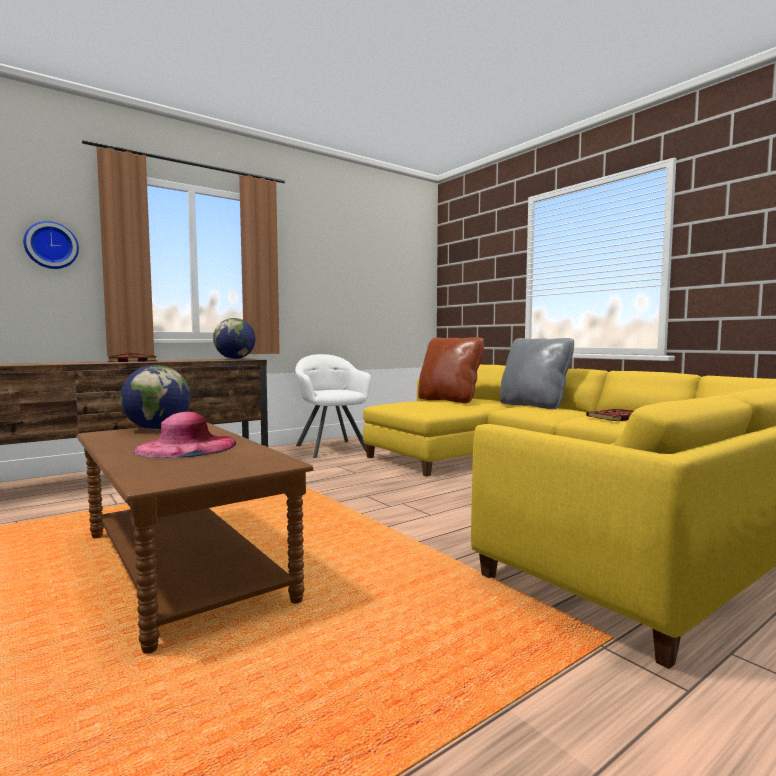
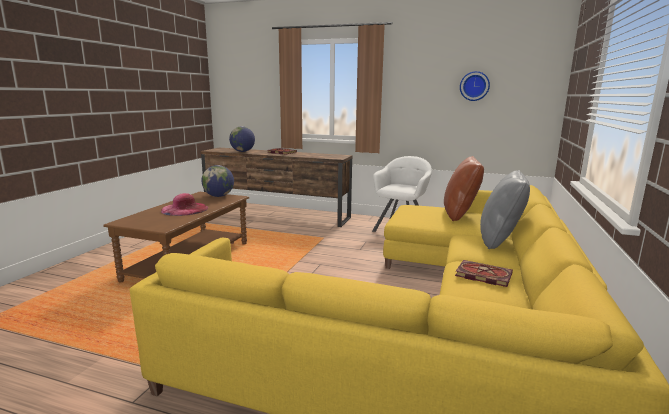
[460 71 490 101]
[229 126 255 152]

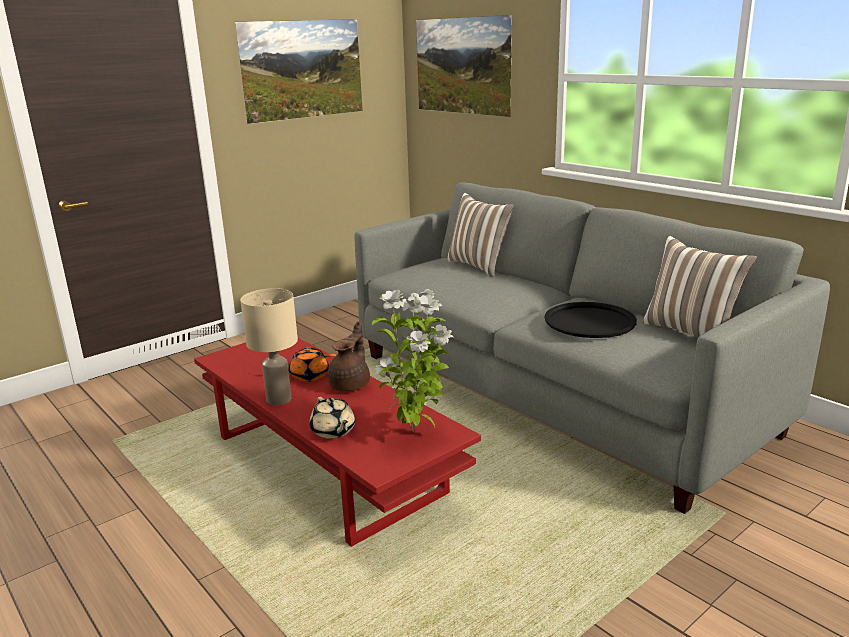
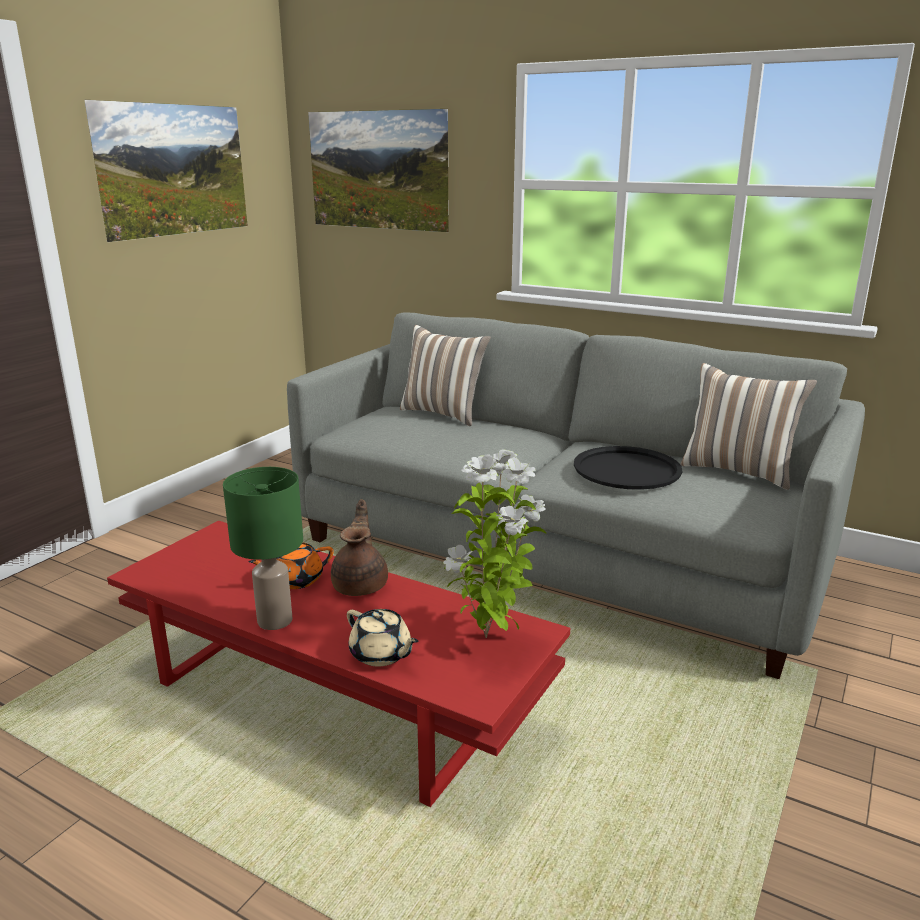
[223 467 303 630]

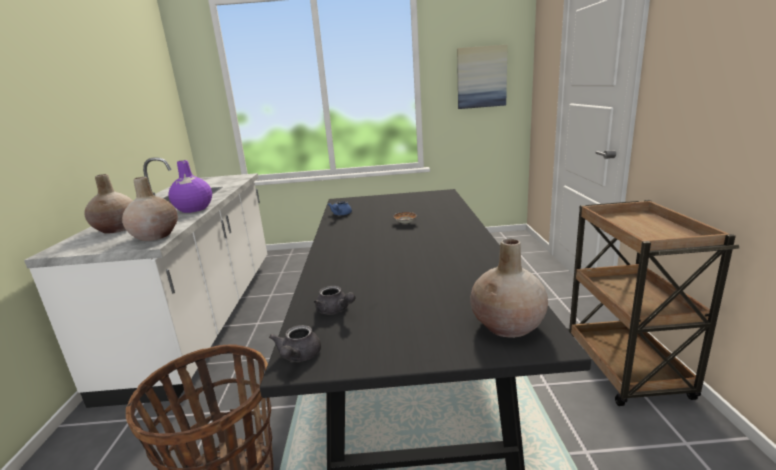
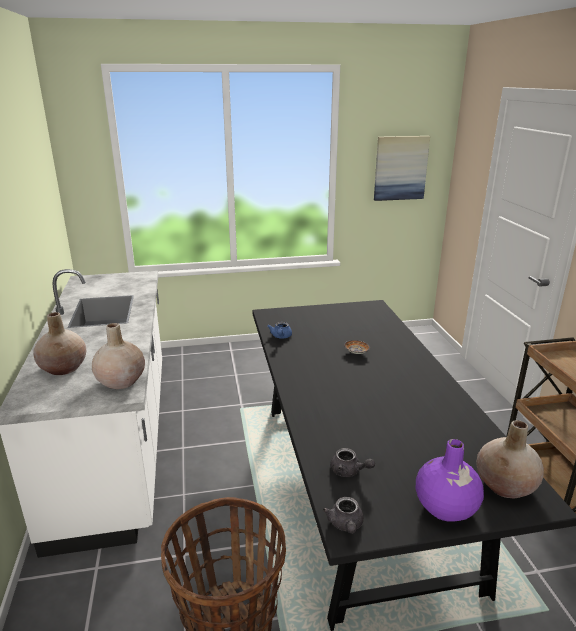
[415 439 484 522]

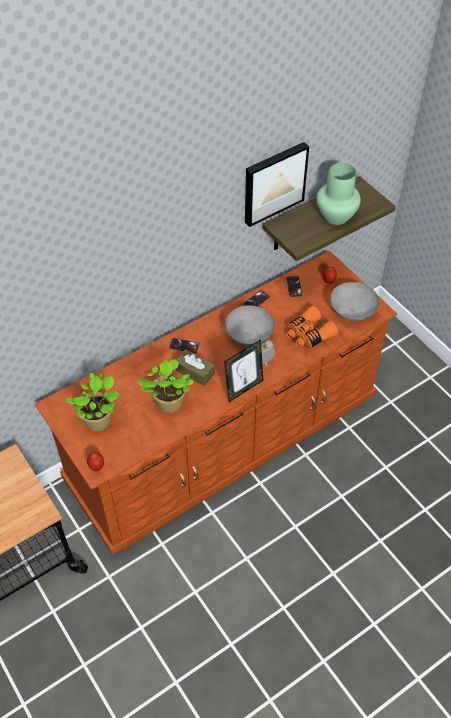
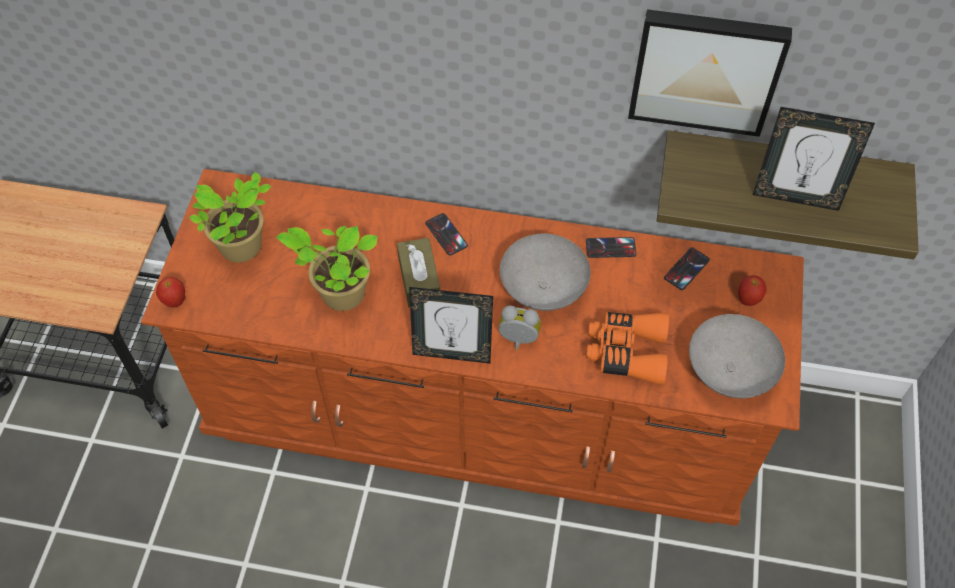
[753 107 875 211]

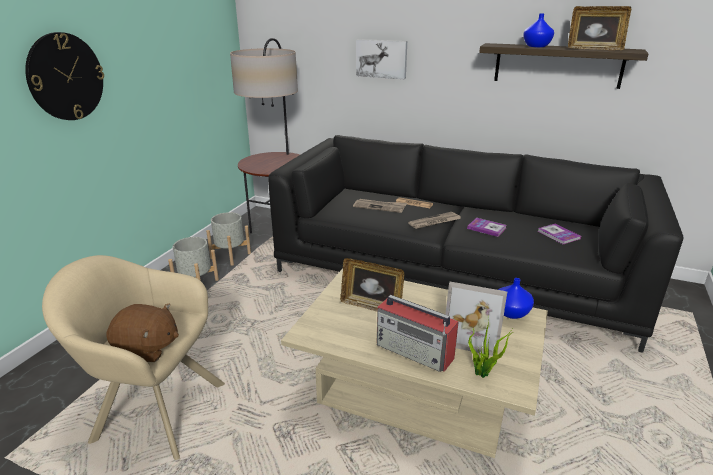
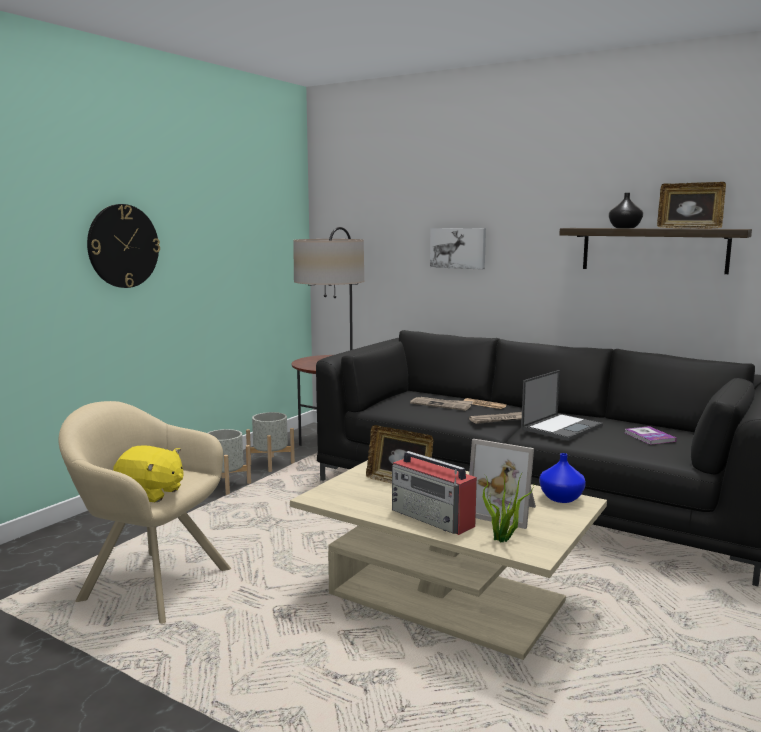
[609 193 643 228]
[521 370 603 441]
[113 445 184 502]

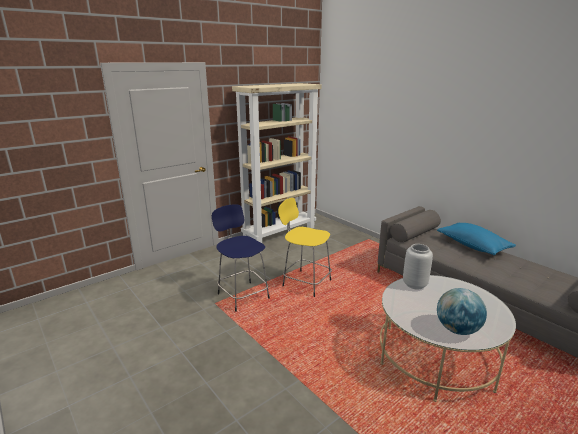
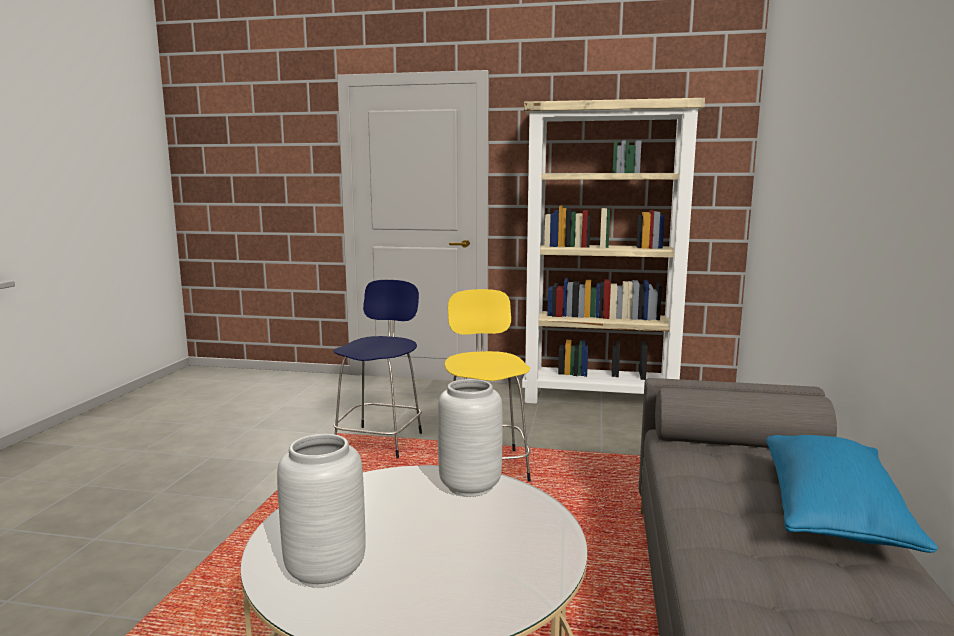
[277 434 366 587]

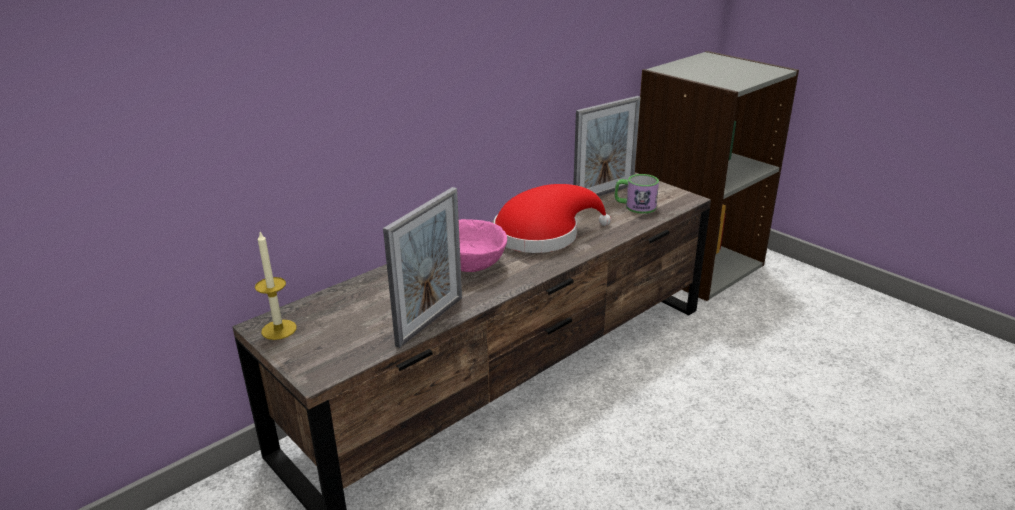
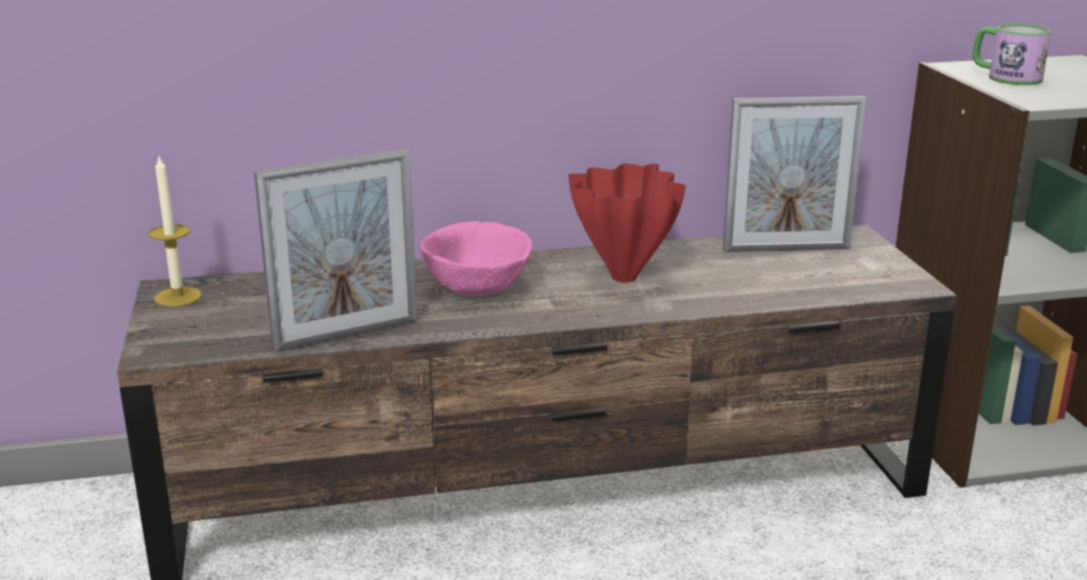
[972 24 1051 85]
[569 163 686 283]

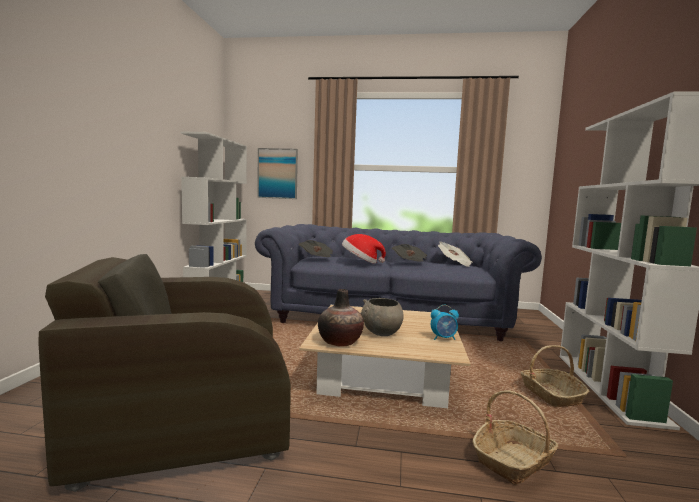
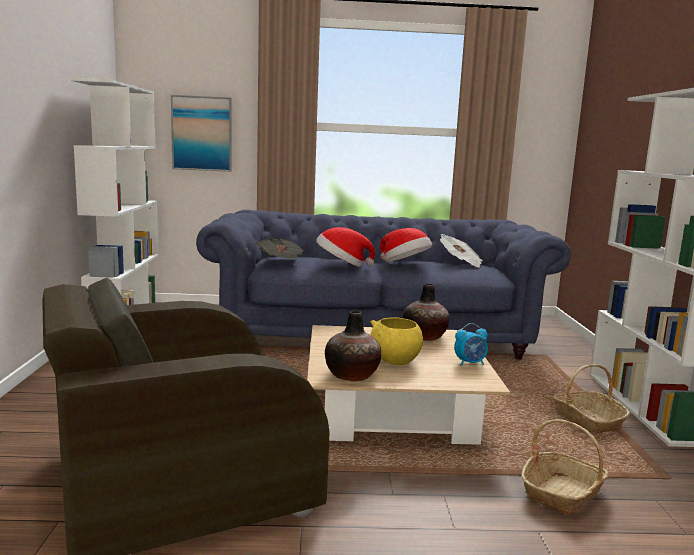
[380 228 432 262]
[371 317 423 365]
[402 284 449 341]

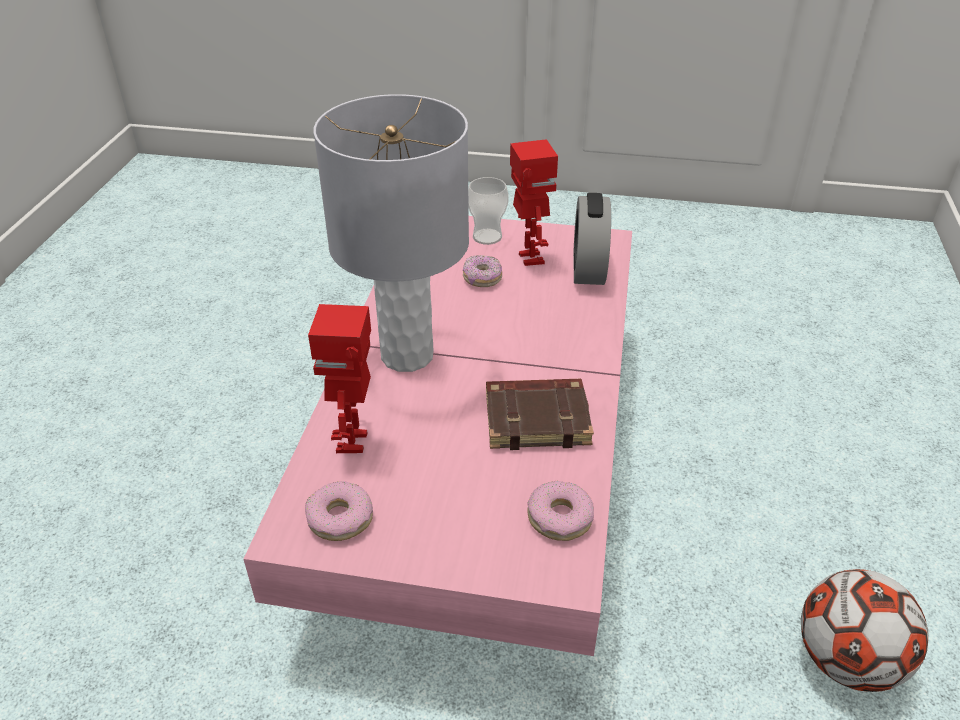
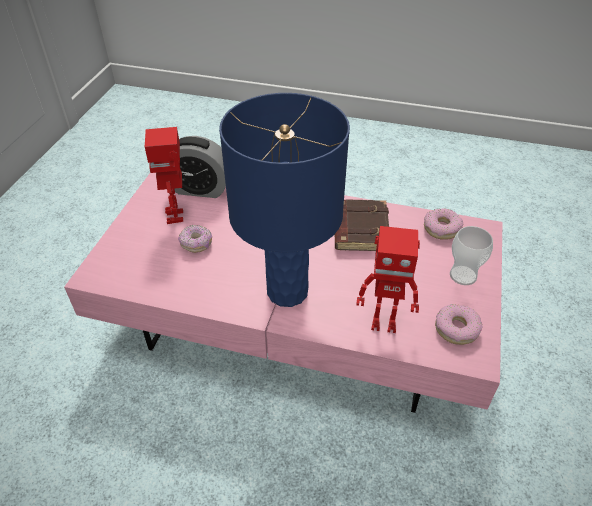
[219 93 350 307]
[145 127 183 224]
[450 226 493 285]
[801 569 929 692] (first image)

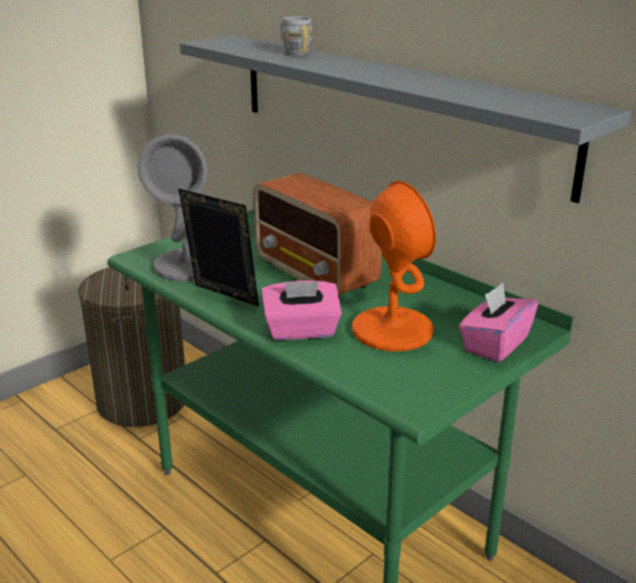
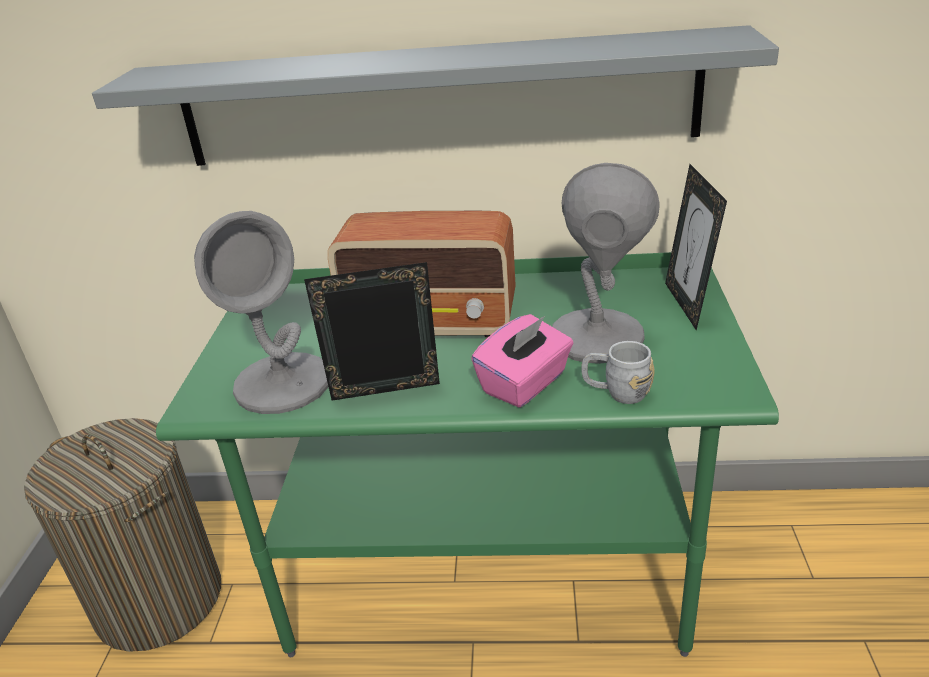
[581 341 655 404]
[552 163 659 364]
[665 164 727 330]

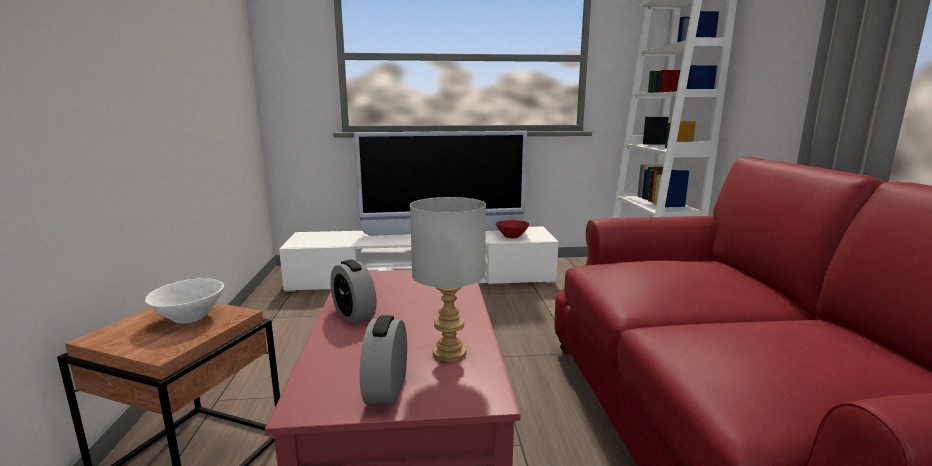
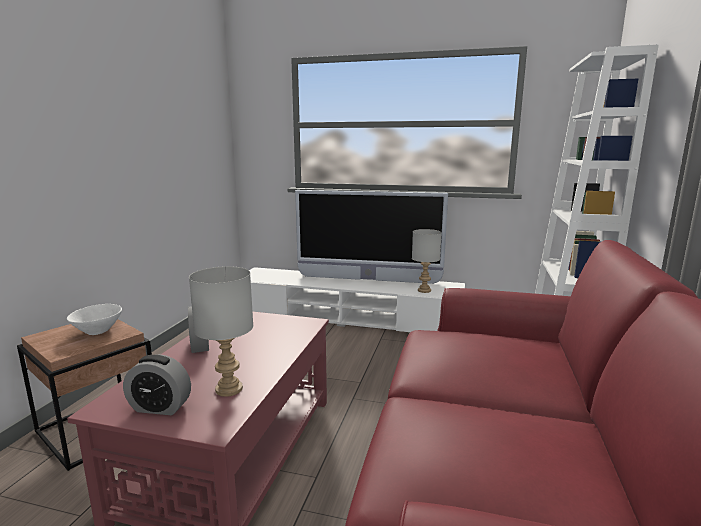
[412 229 442 293]
[123 354 191 415]

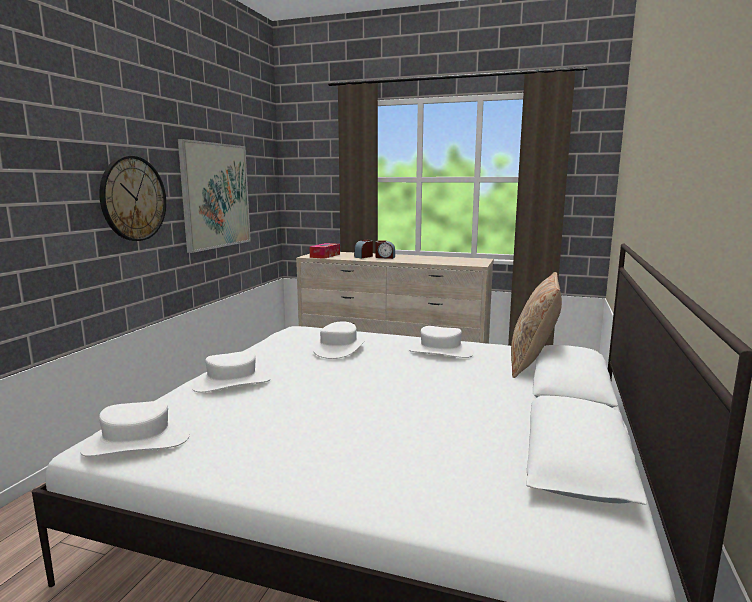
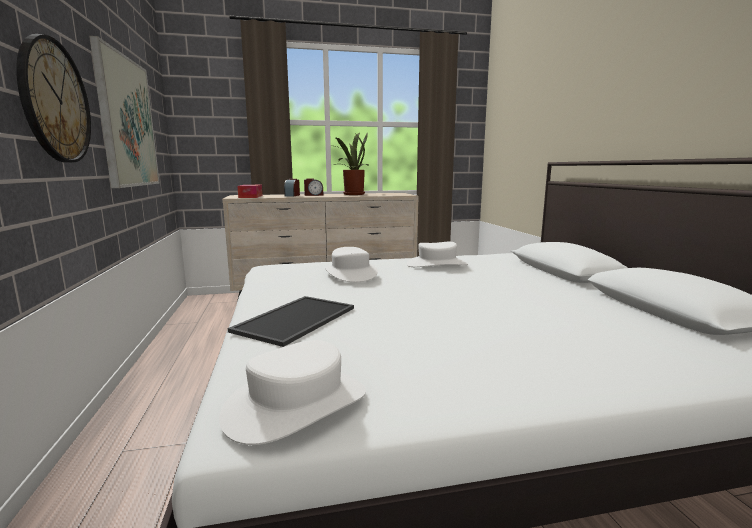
[511 272 562 378] (first image)
[228 296 354 347]
[334 132 369 195]

